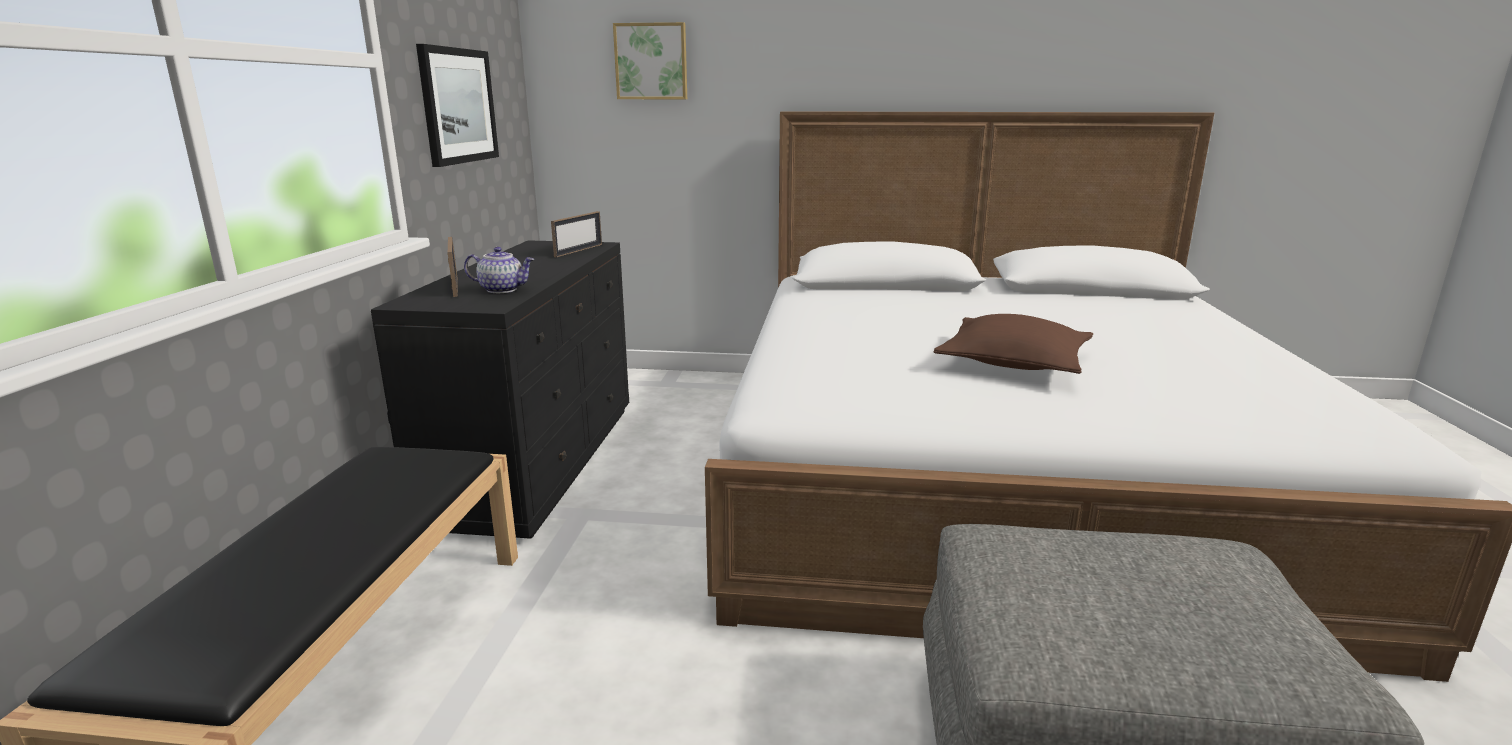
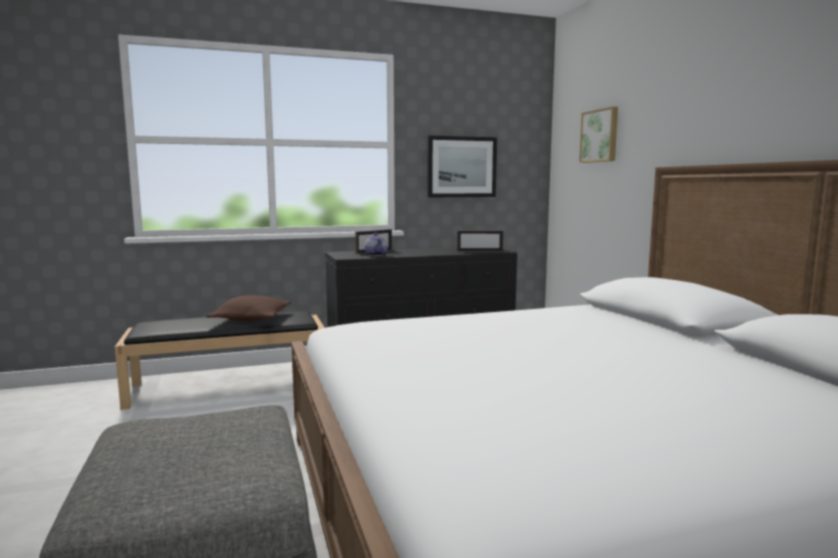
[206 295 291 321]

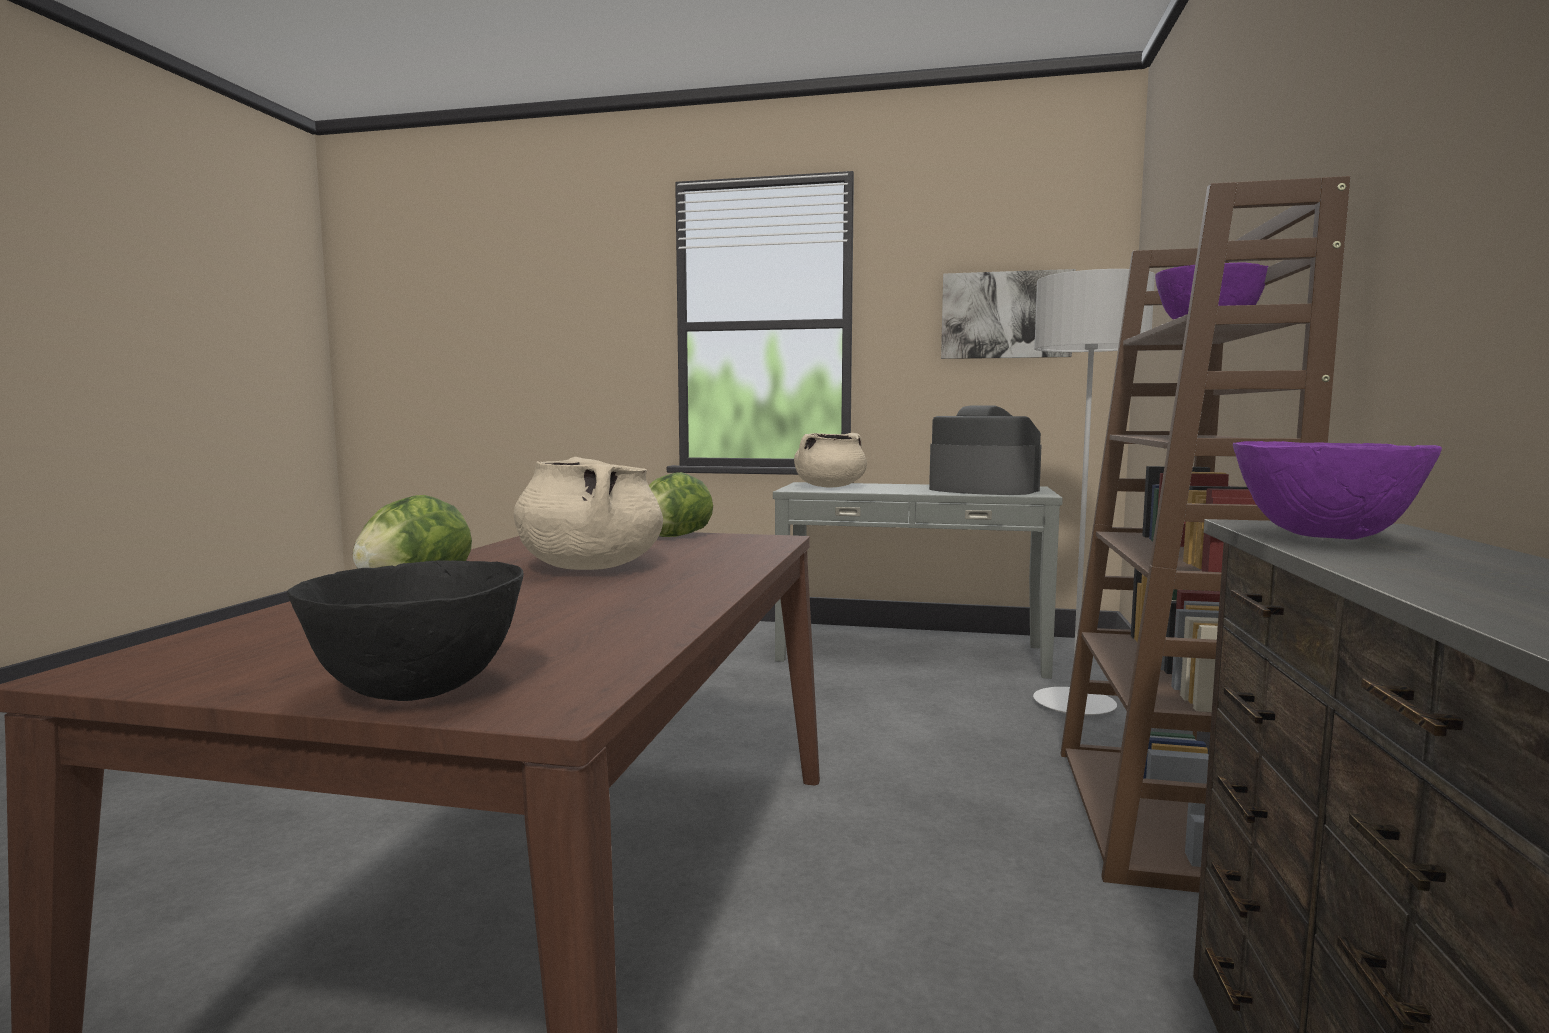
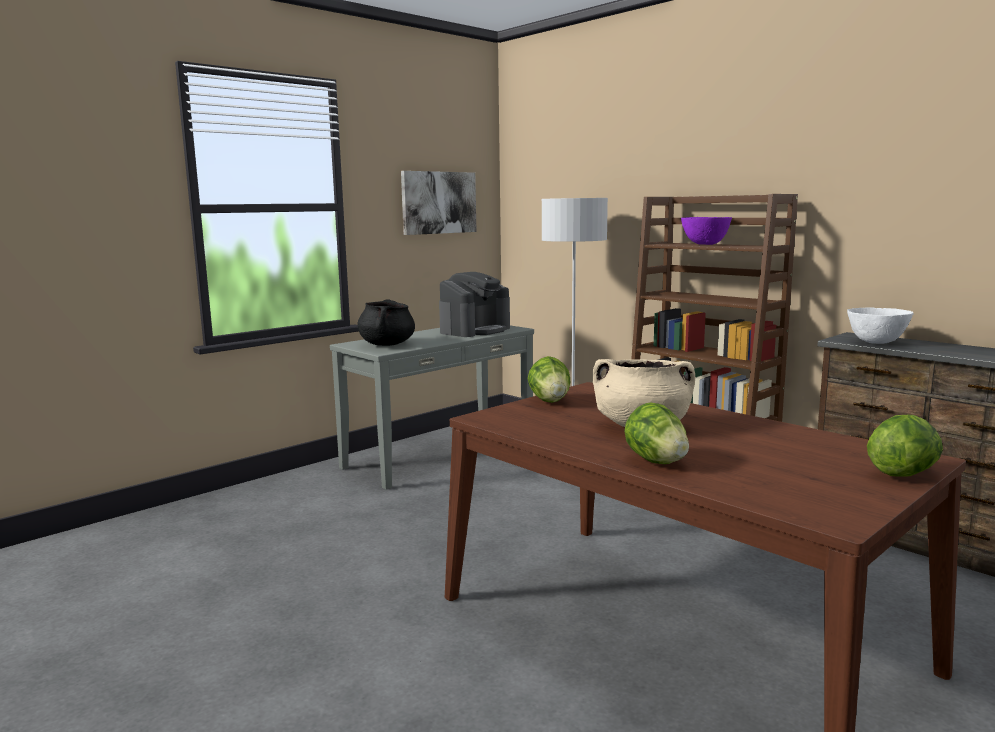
[439 272 510 337]
[357 299 415 346]
[847 307 914 344]
[867 415 943 476]

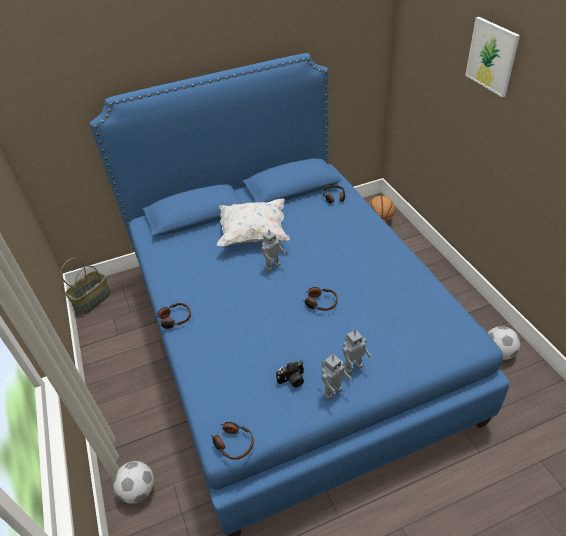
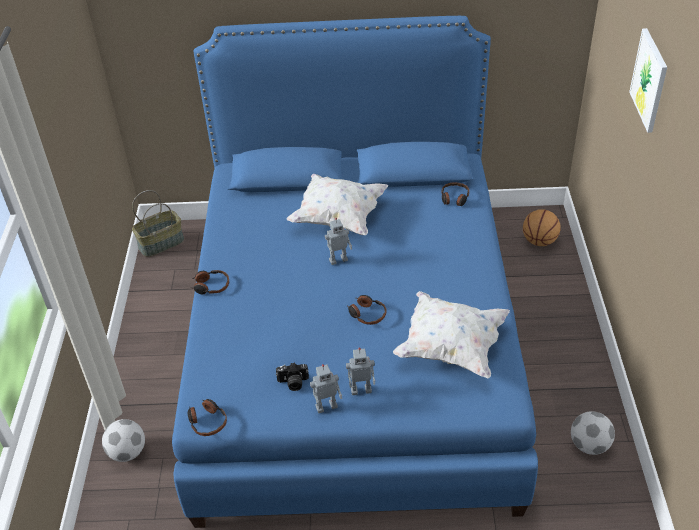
[393 291 510 379]

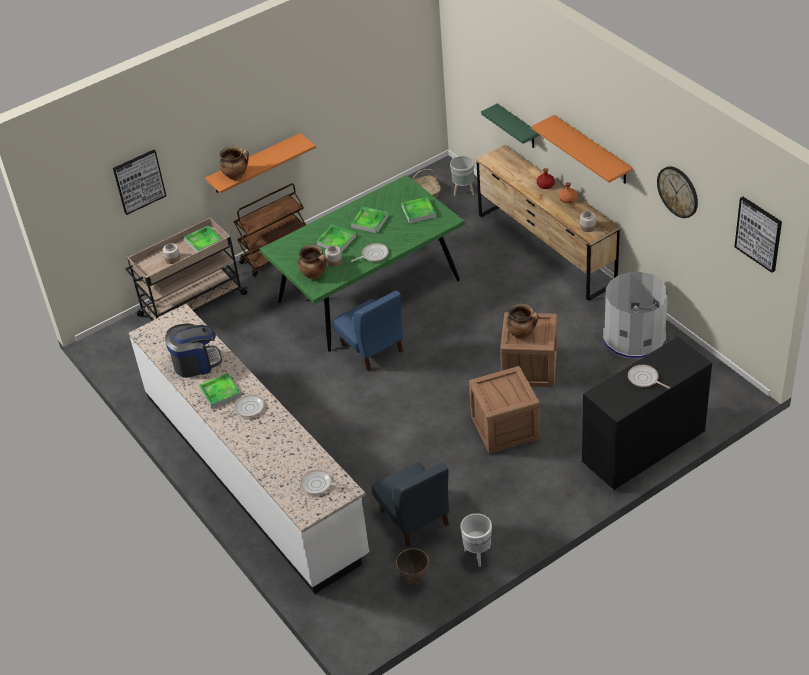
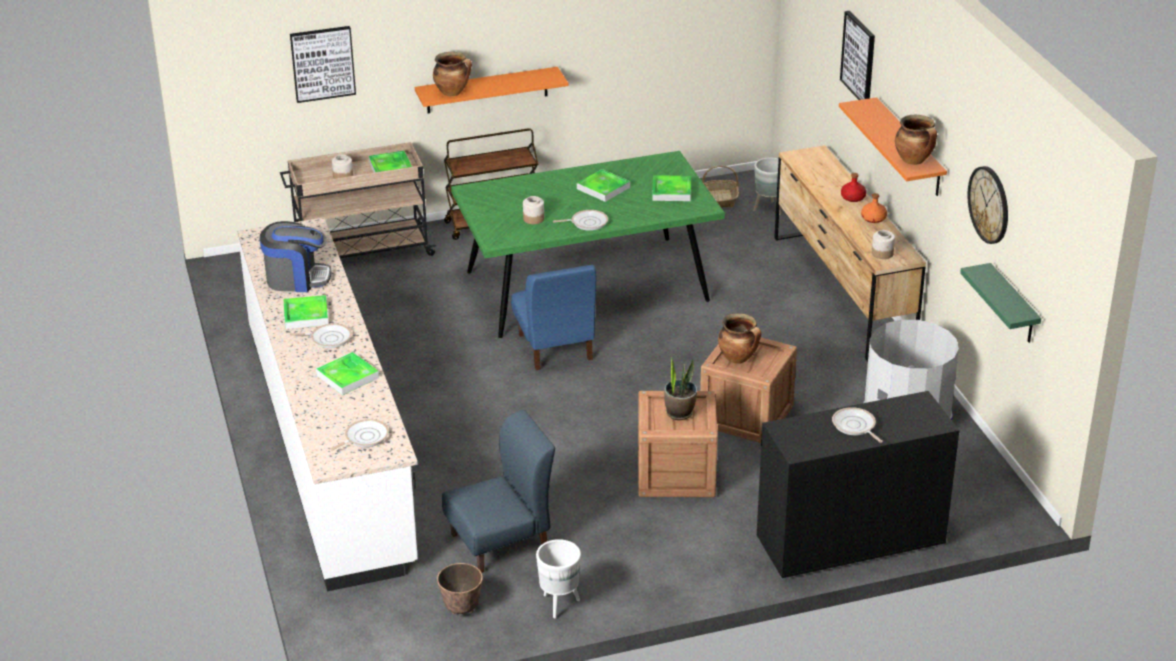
[960 263 1041 343]
[840 11 875 100]
[316 352 379 395]
[895 115 937 165]
[442 410 555 573]
[330 419 389 451]
[664 356 697 420]

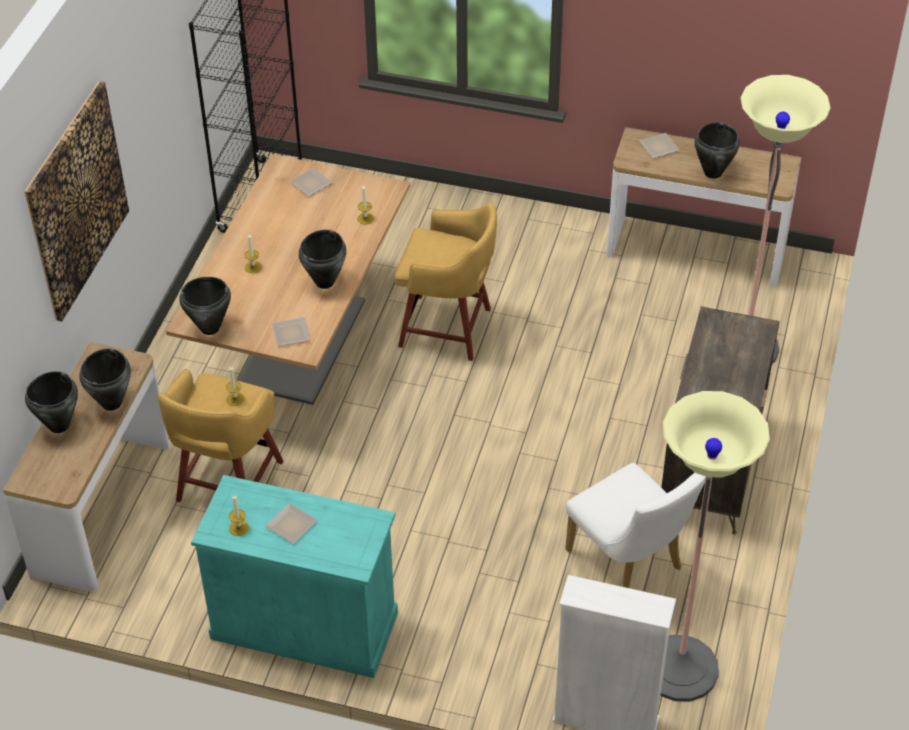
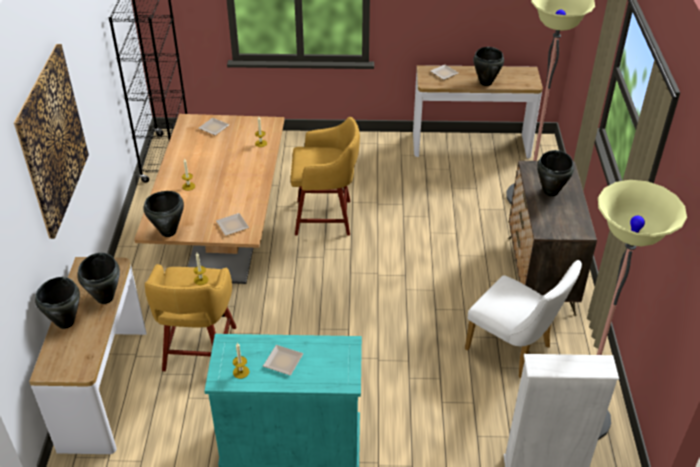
[537 150 574 196]

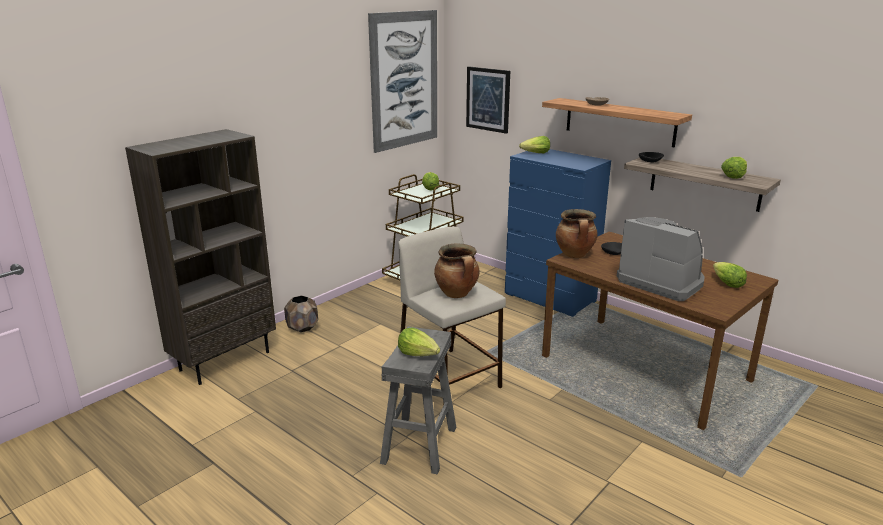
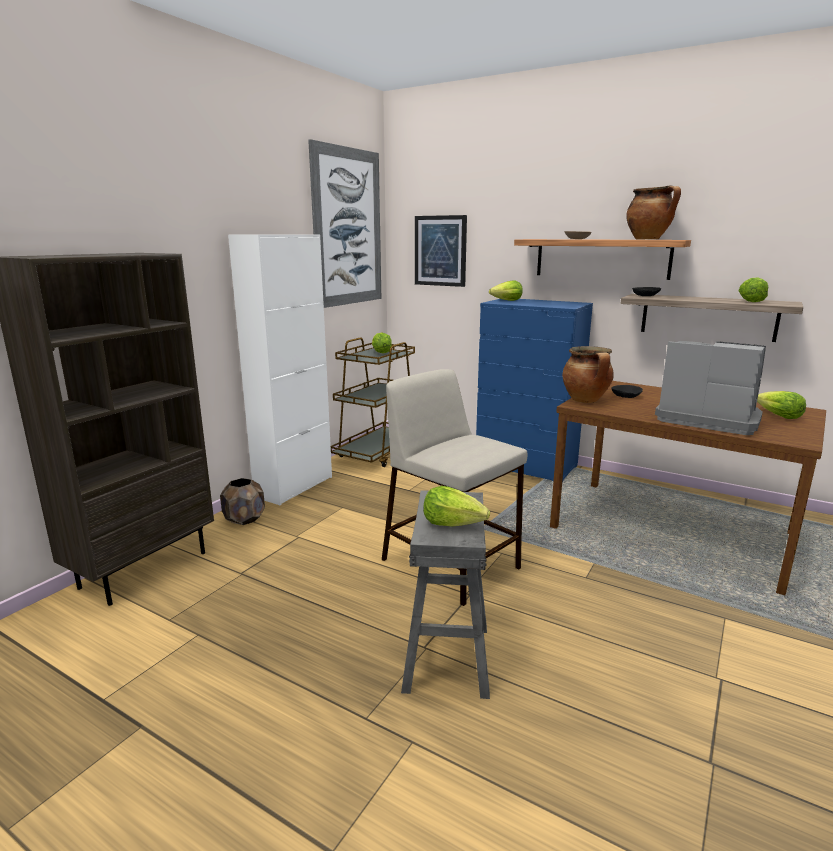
[626 185 681 240]
[228 234 332 505]

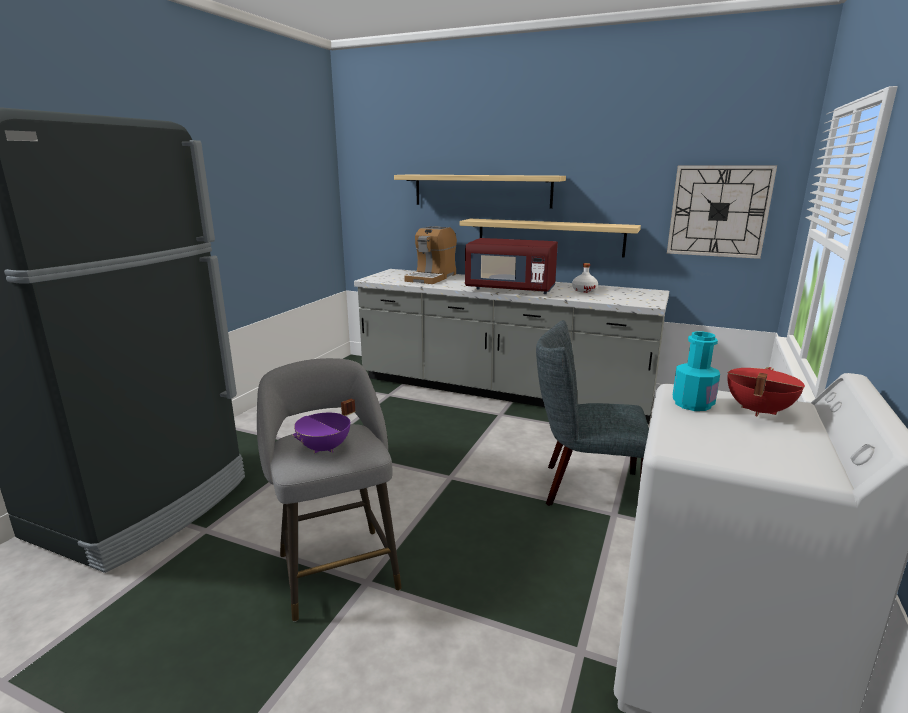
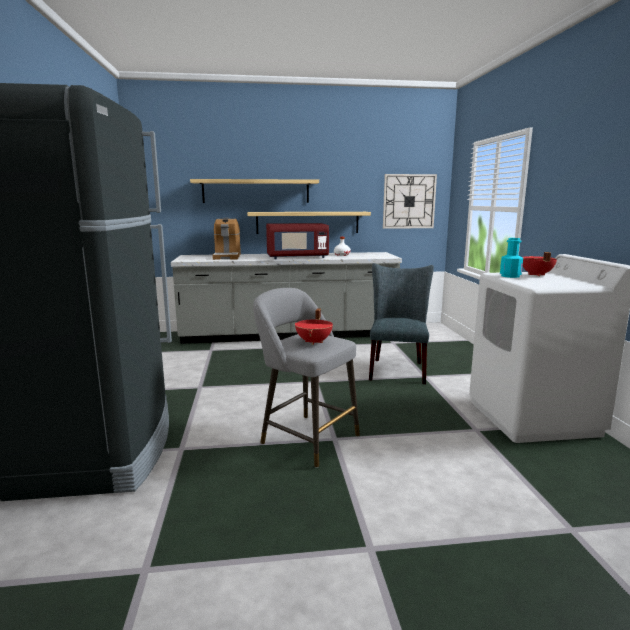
[369 263 434 384]
[295 308 333 345]

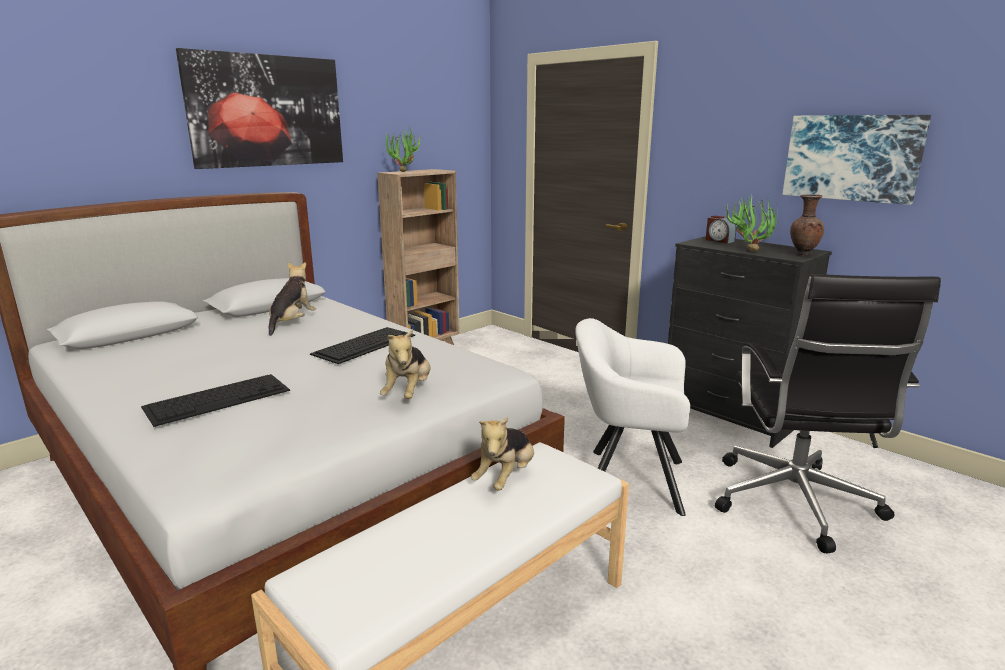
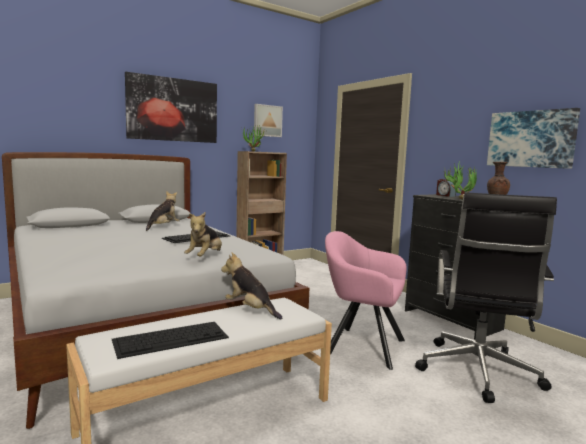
[325 231 407 370]
[112 322 229 359]
[221 252 282 320]
[254 104 283 137]

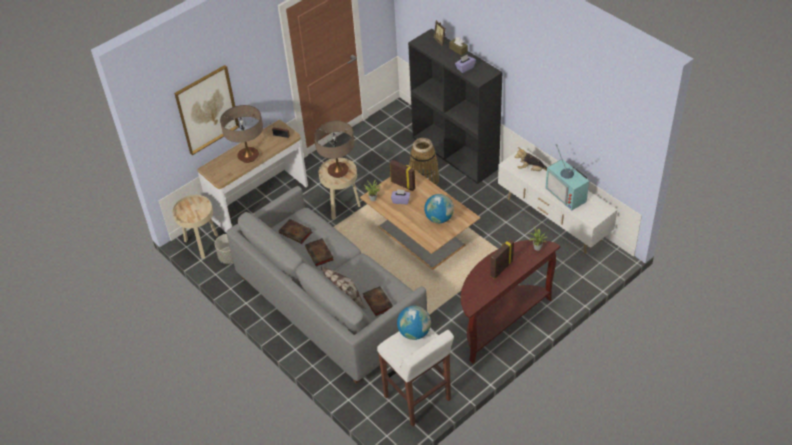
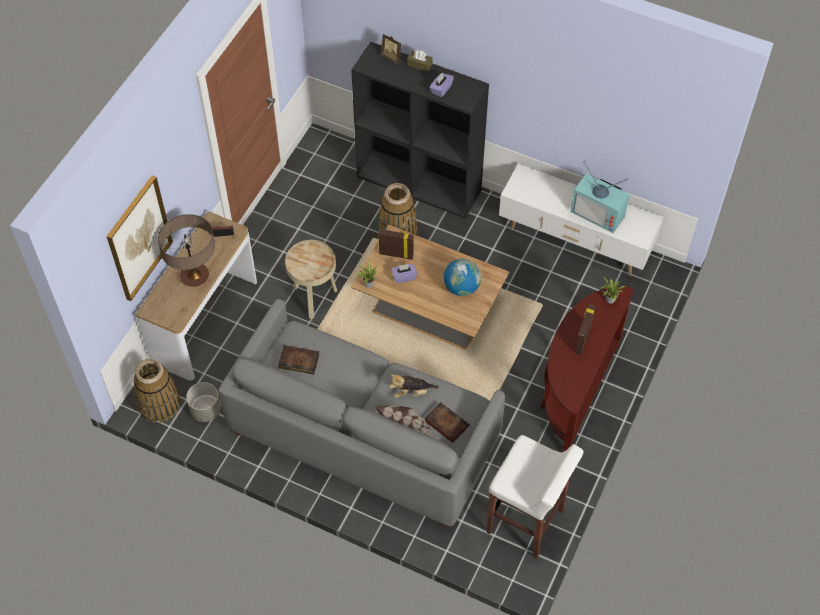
[314 120 354 178] (first image)
[389 374 439 398]
[134 359 181 423]
[305 238 334 267] (first image)
[397 306 431 340] (first image)

